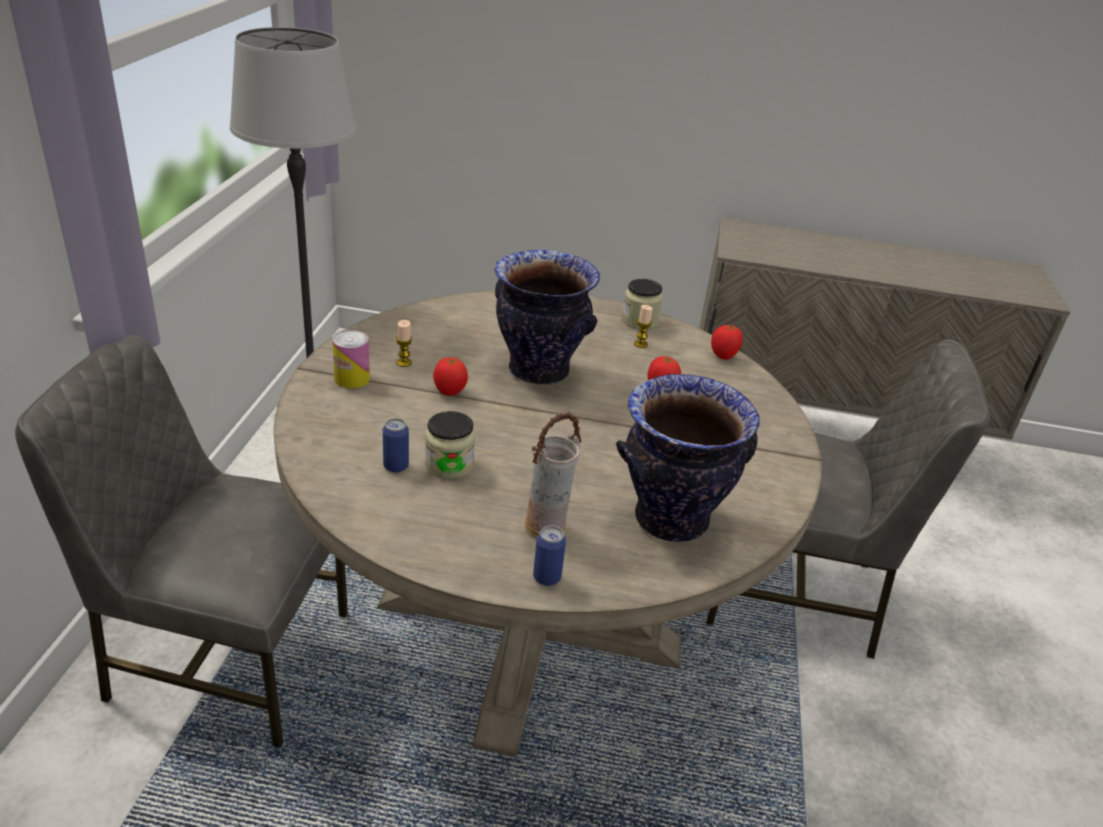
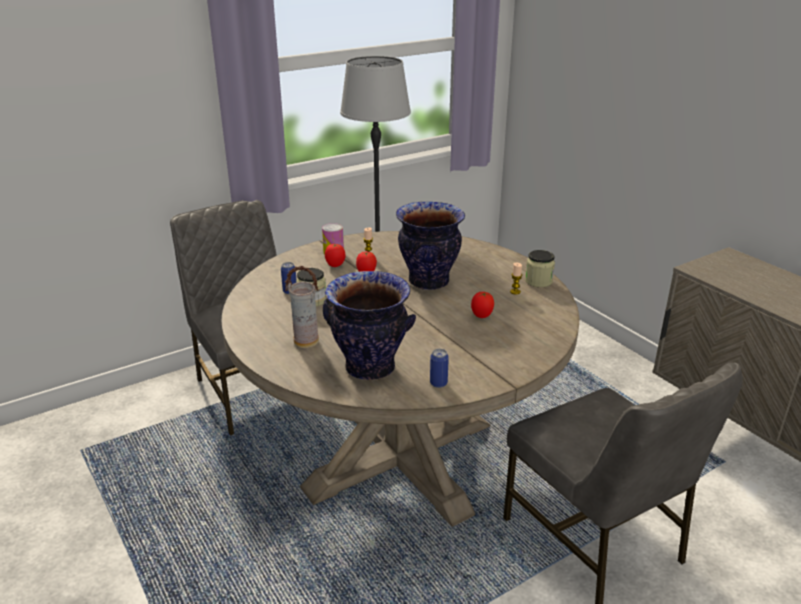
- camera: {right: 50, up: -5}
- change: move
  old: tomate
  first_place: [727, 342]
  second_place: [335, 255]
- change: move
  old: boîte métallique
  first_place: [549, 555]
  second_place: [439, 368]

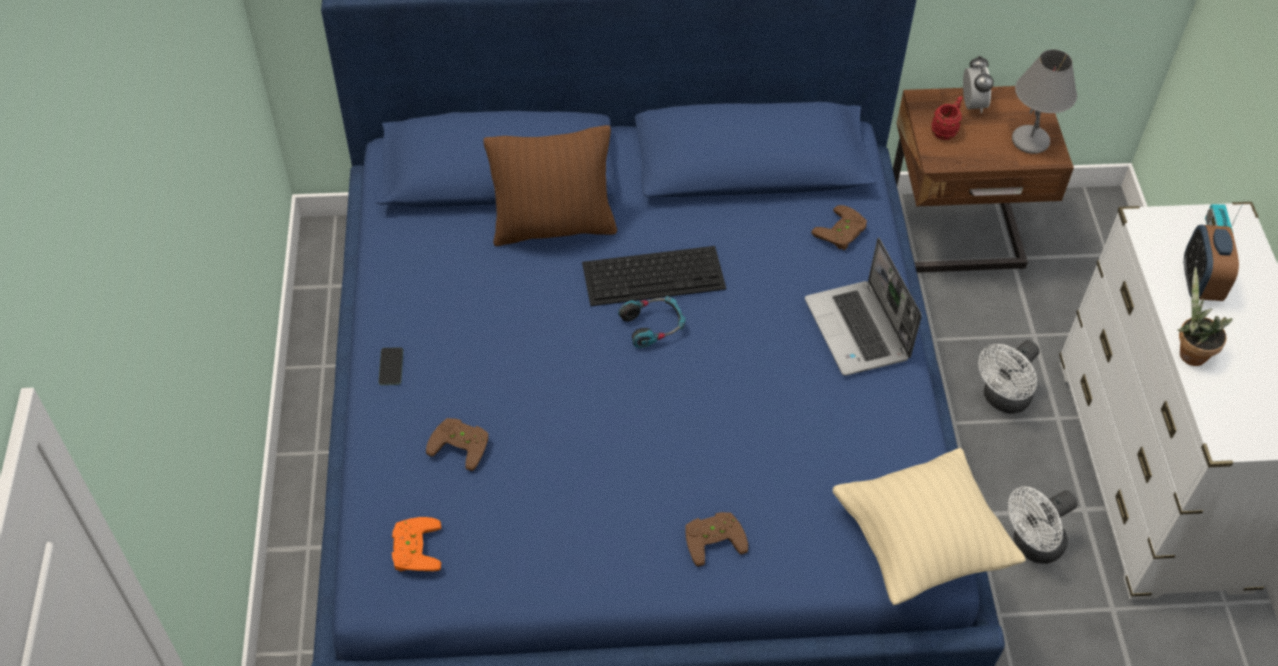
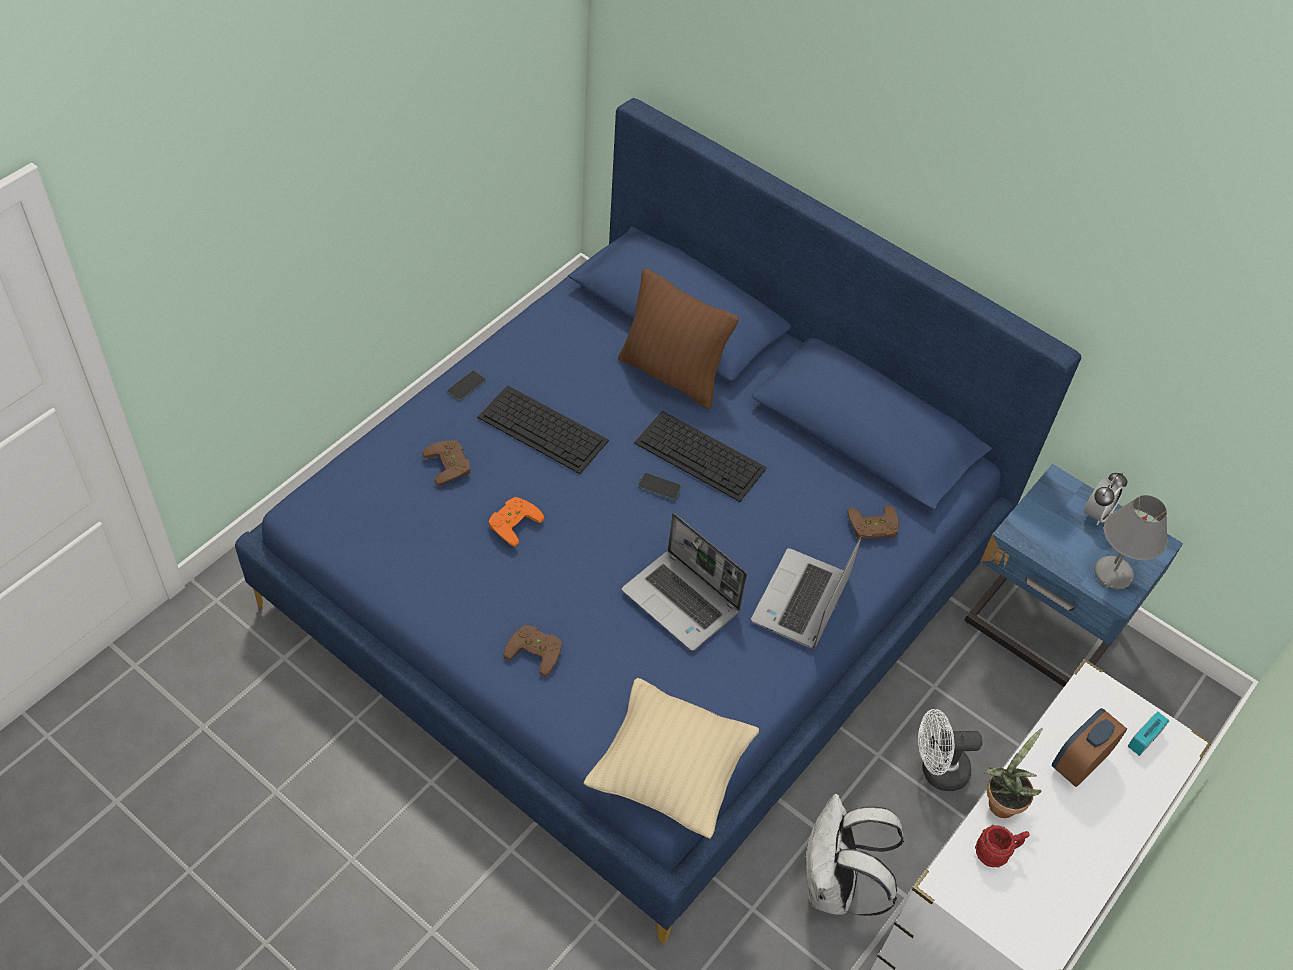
- camera: {right: 40, up: 0}
- change: insert
  new: clavier
  second_place: [543, 429]
- change: move
  old: manette/orange
  first_place: [416, 544]
  second_place: [516, 522]
- change: insert
  new: ordinateur portable
  second_place: [684, 582]
- change: replace
  old: casque audio
  new: téléphone
  first_place: [652, 322]
  second_place: [659, 486]
- change: replace
  old: ventilateur/blanc
  new: sac à dos/blanc
  first_place: [1042, 525]
  second_place: [854, 855]
- change: recolor
  old: table de chevet/marron
  new: table de chevet/bleu
  first_place: [983, 179]
  second_place: [1073, 575]
- change: move
  old: mug/rouge
  first_place: [947, 118]
  second_place: [1002, 846]

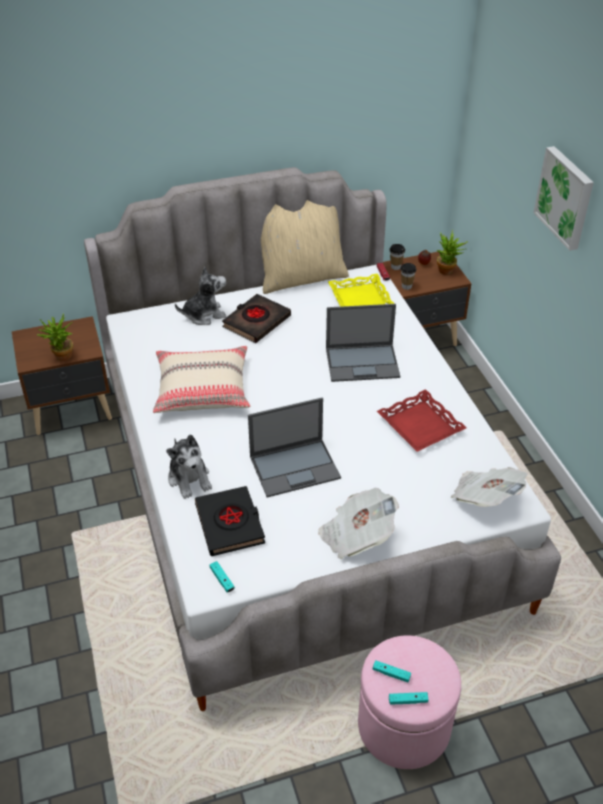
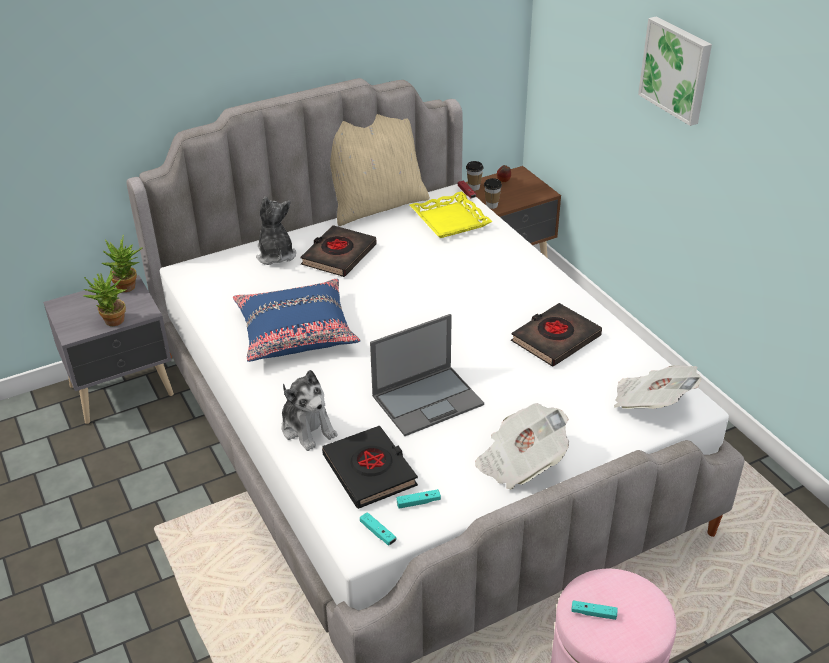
- camera: {right: -10, up: -5}
- change: recolor
  old: table de chevet/marron
  new: table de chevet/gris
  first_place: [62, 375]
  second_place: [108, 349]
- change: move
  old: plante en pot
  first_place: [452, 252]
  second_place: [122, 263]
- change: recolor
  old: coussin/beige
  new: coussin/bleu
  first_place: [202, 379]
  second_place: [296, 320]
- change: rotate
  old: peluche
  first_place: [200, 296]
  second_place: [276, 231]
  degrees: -75
- change: move
  old: manette/turquoise
  first_place: [409, 698]
  second_place: [418, 499]
- change: replace
  old: plateau/rouge
  new: livre/noir
  first_place: [422, 420]
  second_place: [556, 335]
- change: delete
  old: ordinateur portable
  first_place: [363, 343]

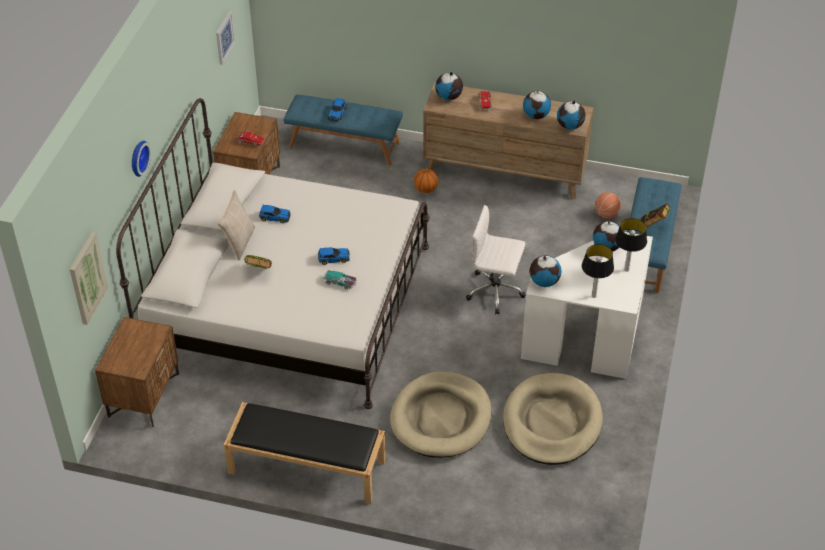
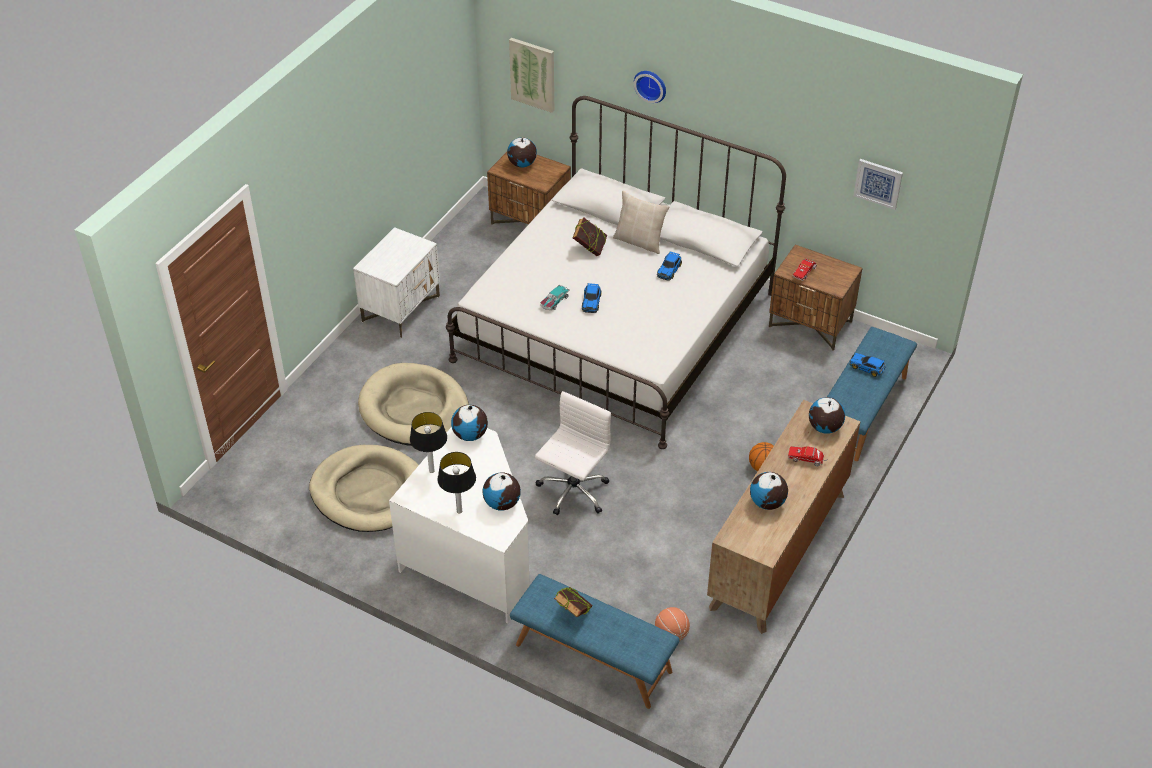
- camera: {right: 105, up: 0}
- change: replace
  old: banc/noir
  new: table de chevet/blanc
  first_place: [305, 453]
  second_place: [396, 282]
- change: move
  old: globe
  first_place: [571, 115]
  second_place: [522, 152]

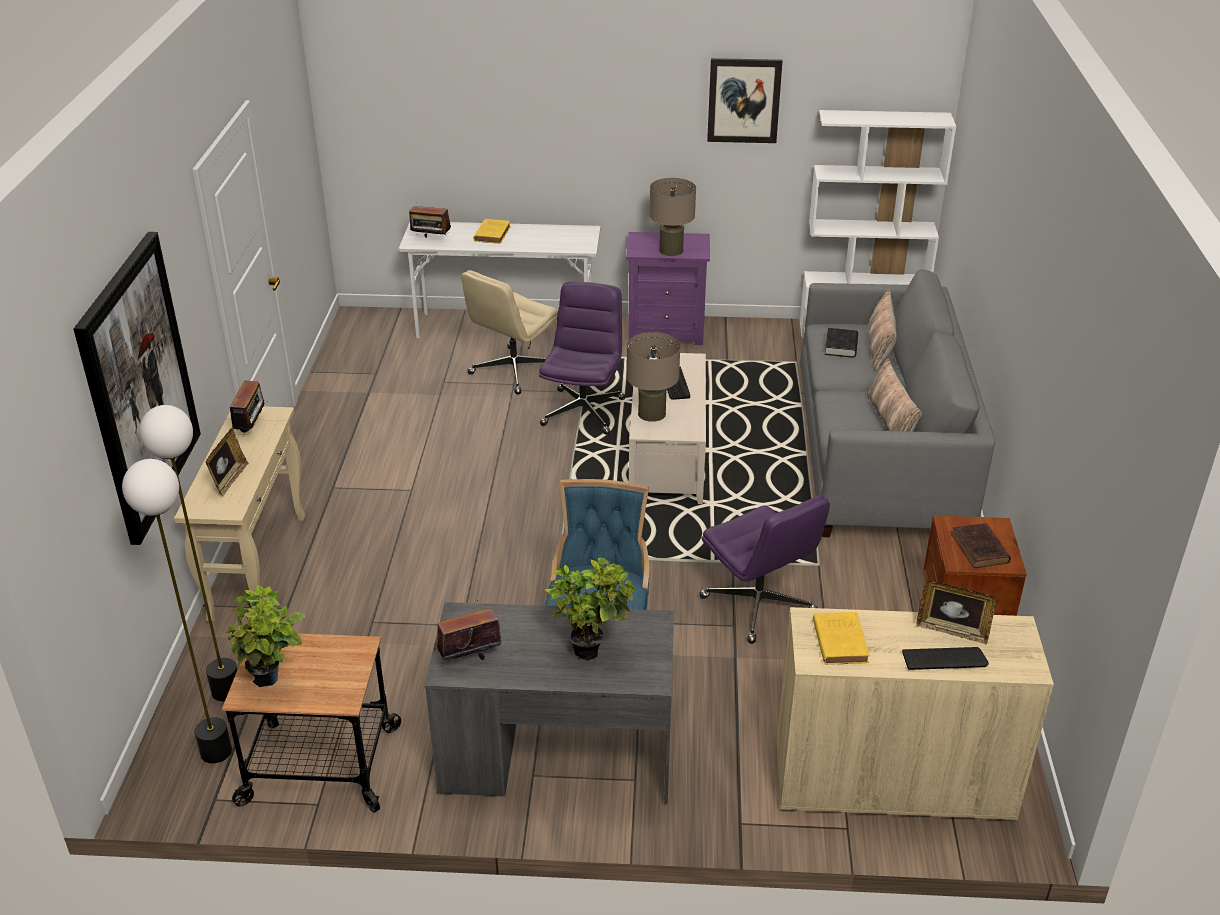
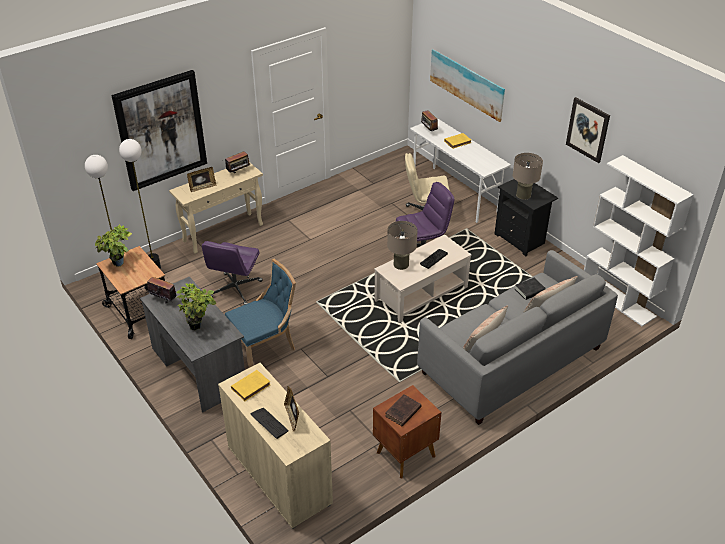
- camera: {right: 50, up: 5}
- change: move
  old: chaise de bureau/violet
  first_place: [764, 569]
  second_place: [232, 273]
- change: insert
  new: tableau
  second_place: [467, 85]
- change: recolor
  old: table de chevet/violet
  new: table de chevet/noir
  first_place: [668, 288]
  second_place: [526, 217]

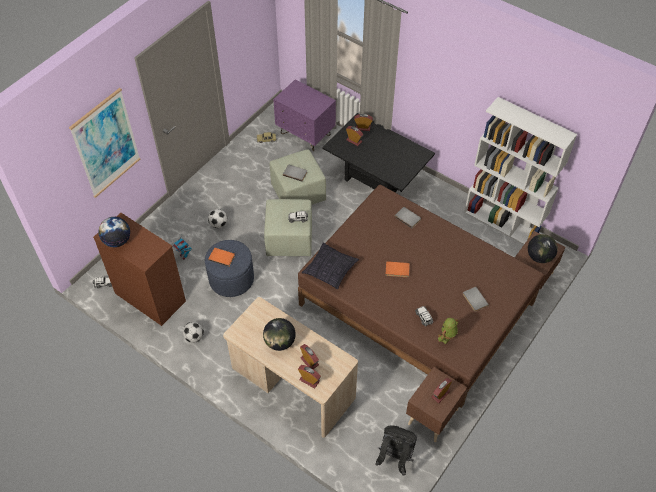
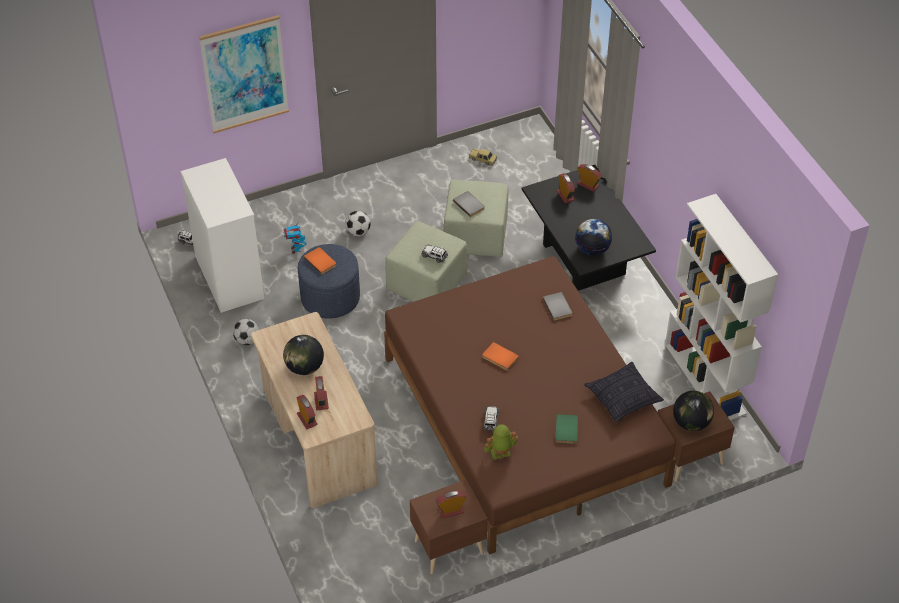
- camera: {right: 30, up: -5}
- change: recolor
  old: commode/marron
  new: commode/blanc
  first_place: [139, 269]
  second_place: [222, 235]
- change: recolor
  old: livre/gris
  new: livre/vert
  first_place: [476, 299]
  second_place: [566, 429]
- change: move
  old: globe
  first_place: [114, 232]
  second_place: [593, 237]
- change: move
  old: coussin
  first_place: [330, 265]
  second_place: [624, 392]
- change: delete
  old: table de chevet/violet
  first_place: [304, 115]
- change: delete
  old: sac à dos/noir
  first_place: [396, 450]

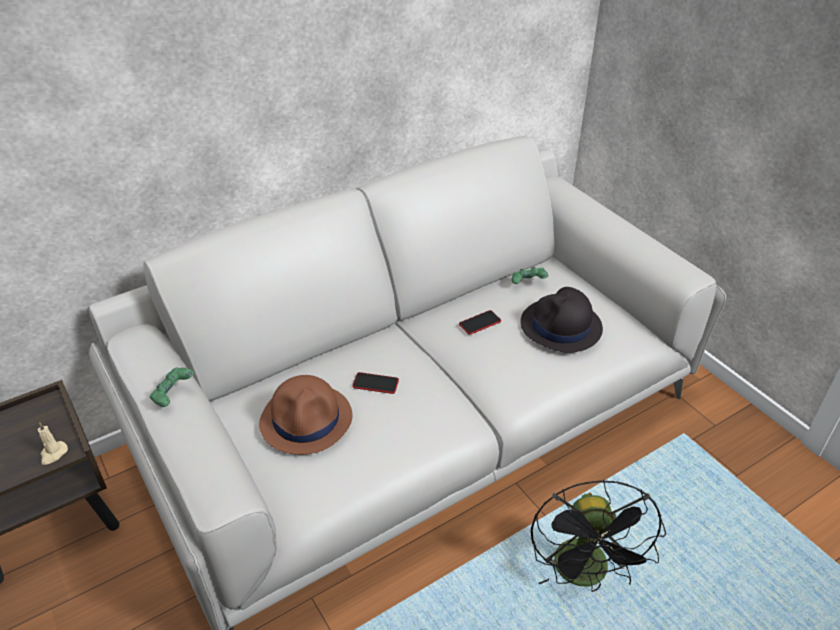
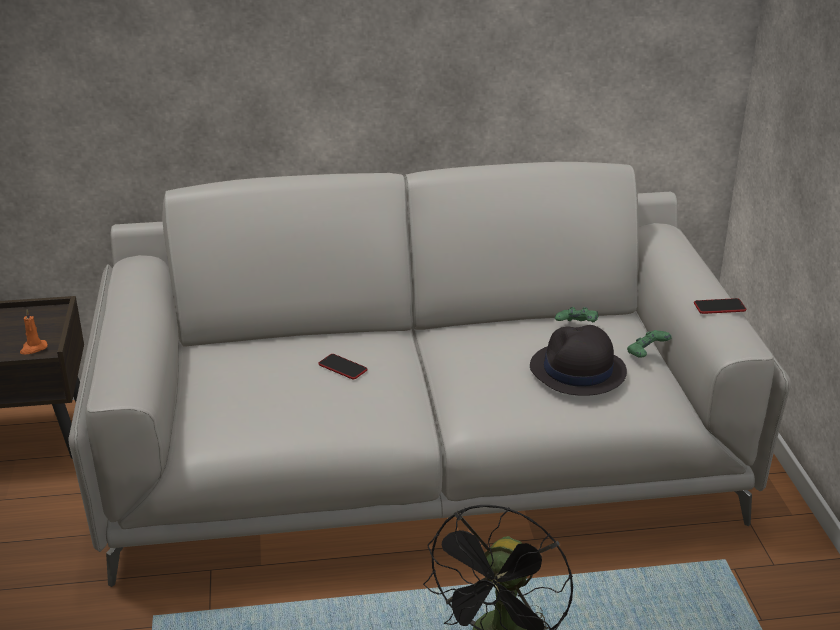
- camera: {right: 25, up: -10}
- change: recolor
  old: bougie/beige
  new: bougie/orange
  first_place: [53, 443]
  second_place: [34, 332]
- change: move
  old: manette/vert
  first_place: [172, 387]
  second_place: [649, 344]
- change: move
  old: téléphone
  first_place: [480, 322]
  second_place: [720, 306]
- change: delete
  old: chapeau/marron
  first_place: [305, 415]

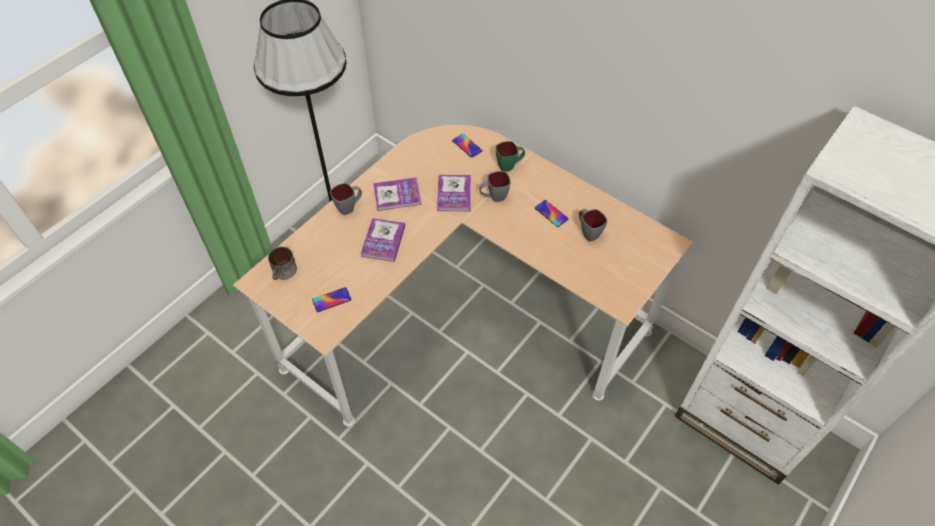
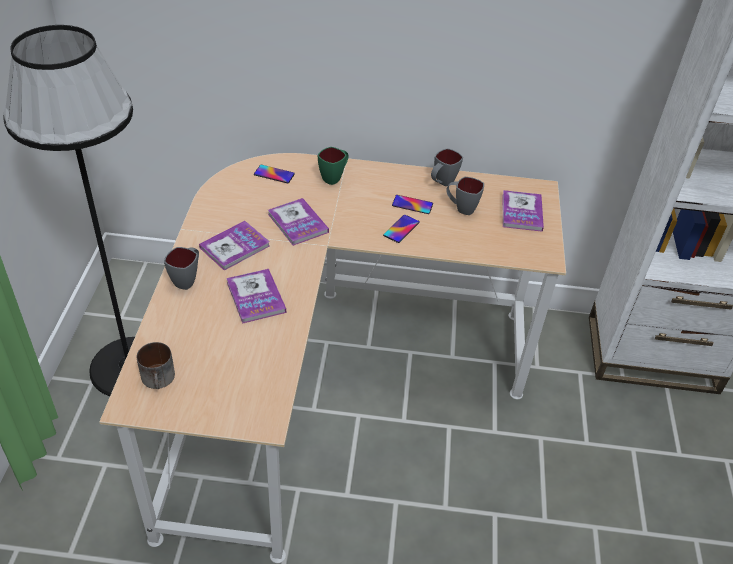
- camera: {right: -35, up: -10}
- change: move
  old: téléphone
  first_place: [331, 299]
  second_place: [401, 229]
- change: move
  old: mug/gris
  first_place: [495, 186]
  second_place: [447, 167]
- change: insert
  new: livre
  second_place: [523, 211]

